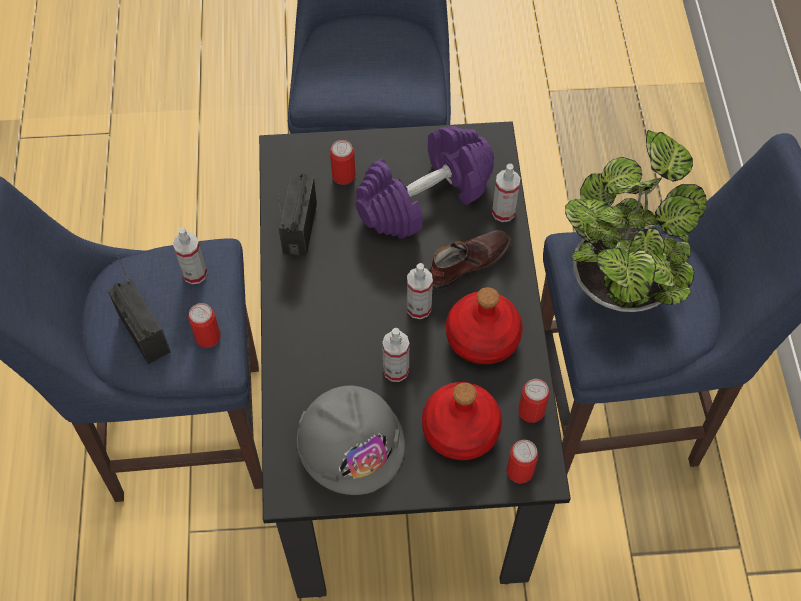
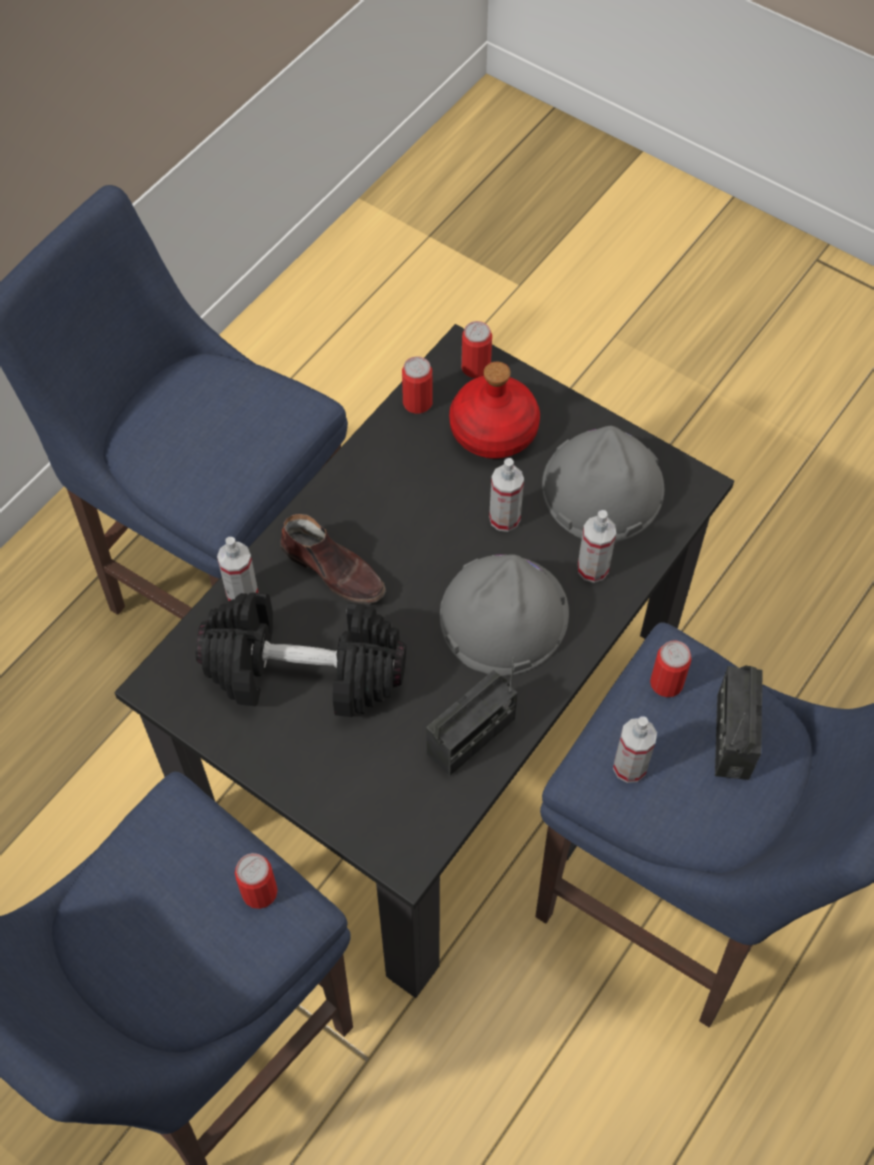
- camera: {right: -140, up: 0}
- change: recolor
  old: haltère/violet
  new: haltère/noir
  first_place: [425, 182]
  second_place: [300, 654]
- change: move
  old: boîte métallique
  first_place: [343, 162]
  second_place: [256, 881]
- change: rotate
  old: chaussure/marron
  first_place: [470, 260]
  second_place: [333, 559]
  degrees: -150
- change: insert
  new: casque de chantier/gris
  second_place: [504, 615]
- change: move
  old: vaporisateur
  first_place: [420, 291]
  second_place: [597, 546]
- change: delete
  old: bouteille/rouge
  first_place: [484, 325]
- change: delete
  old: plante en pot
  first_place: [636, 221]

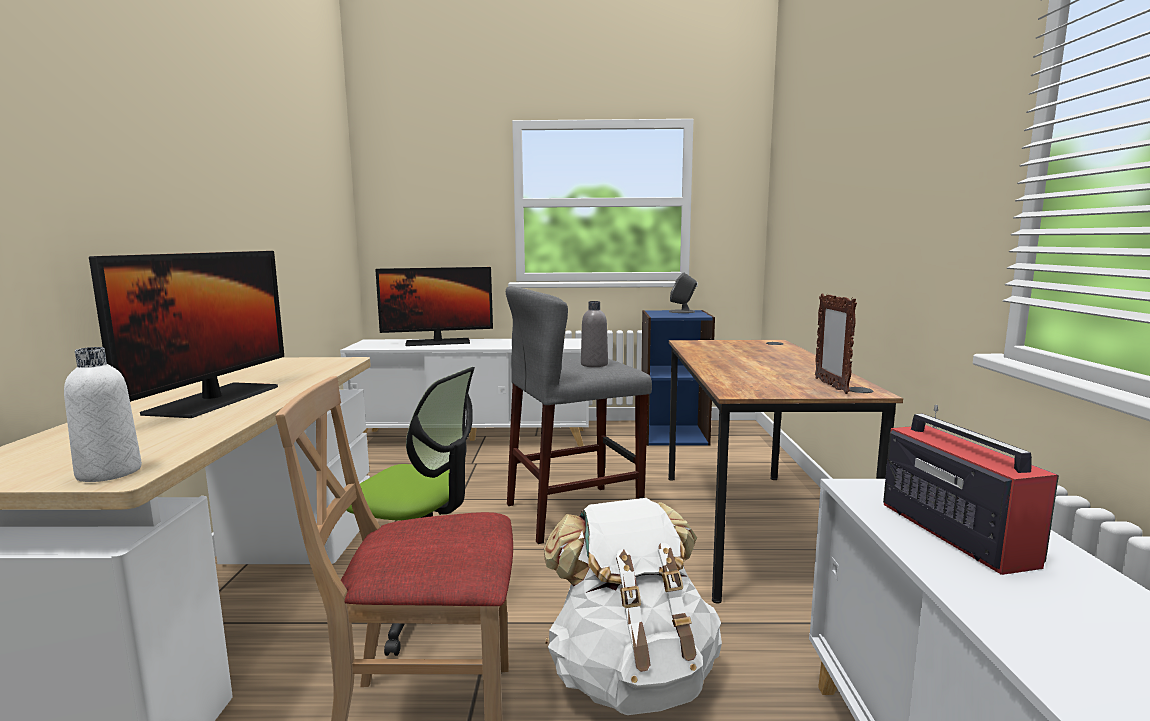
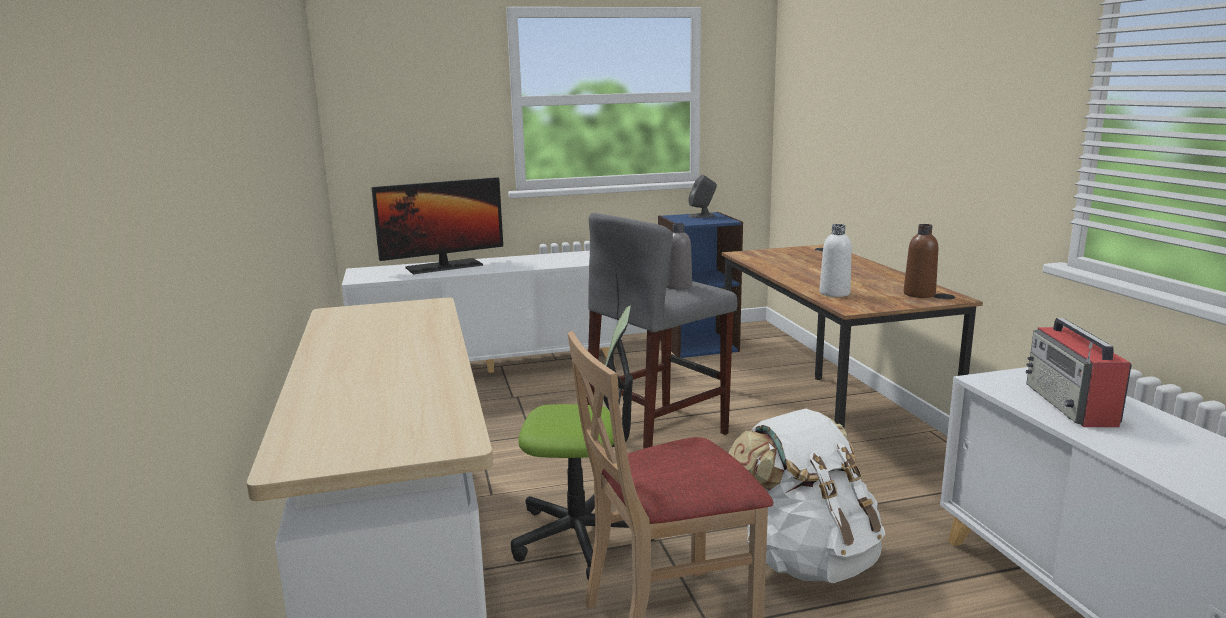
- camera: {right: -15, up: 5}
- change: move
  old: bouteille/blanc
  first_place: [103, 414]
  second_place: [835, 260]
- change: replace
  old: cadre photo
  new: bouteille/marron
  first_place: [836, 344]
  second_place: [921, 261]
- change: rotate
  old: radio
  first_place: [971, 490]
  second_place: [1079, 372]
  degrees: -150
- change: delete
  old: écran d'ordinateur
  first_place: [186, 334]

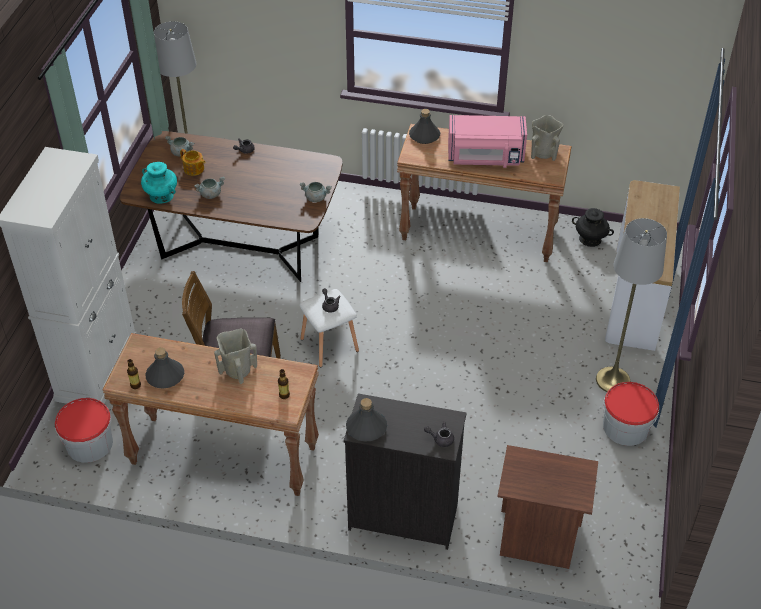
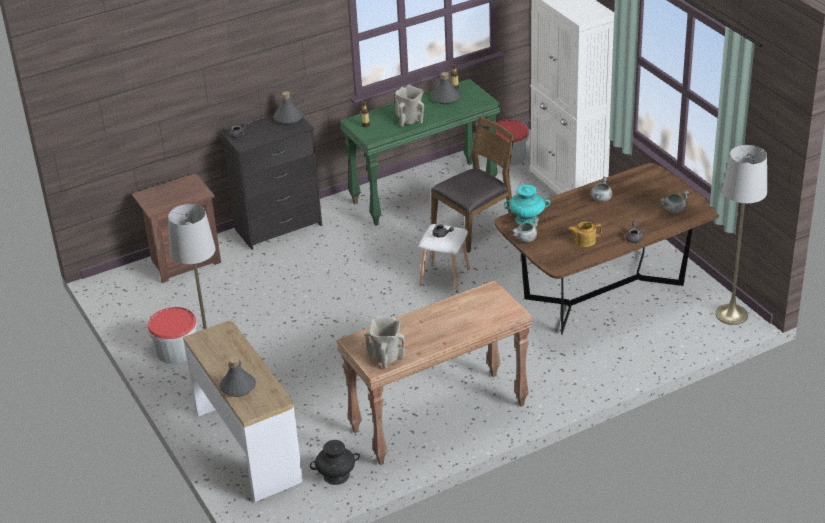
- camera: {right: 140, up: -10}
- change: move
  old: bouteille/gris
  first_place: [424, 126]
  second_place: [237, 377]
- change: recolor
  old: table console/marron
  new: table console/vert
  first_place: [210, 414]
  second_place: [420, 152]
- change: move
  old: vase/turquoise
  first_place: [159, 183]
  second_place: [527, 205]
- change: move
  old: théière
  first_place: [192, 162]
  second_place: [585, 234]
- change: delete
  old: micro-ondes/rose
  first_place: [487, 141]

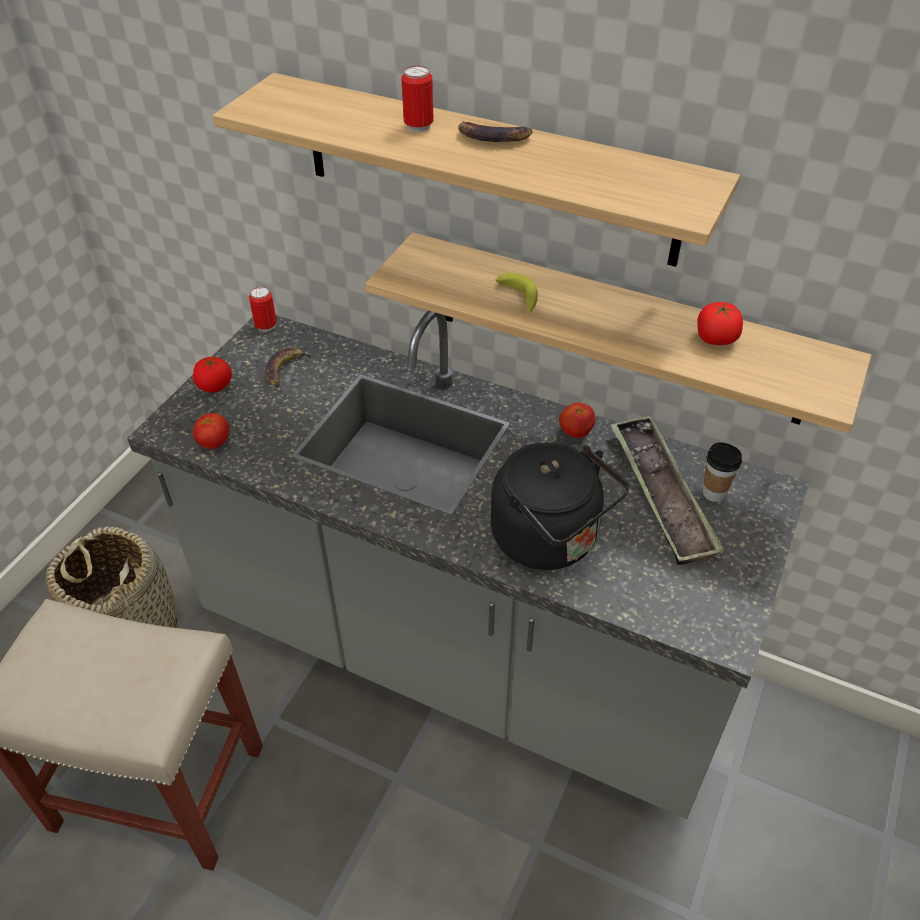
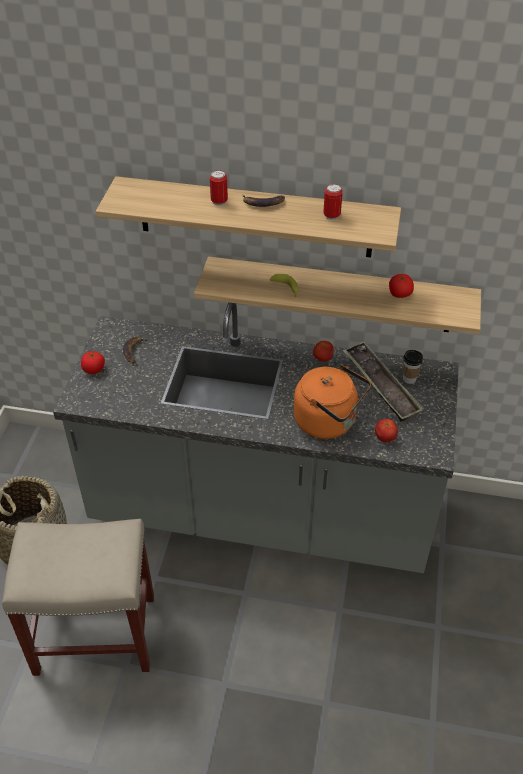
- camera: {right: -15, up: 0}
- change: recolor
  old: bouilloire/noir
  new: bouilloire/orange
  first_place: [560, 506]
  second_place: [332, 402]
- change: move
  old: boîte métallique
  first_place: [263, 309]
  second_place: [333, 202]
- change: move
  old: tomate
  first_place: [211, 431]
  second_place: [386, 430]

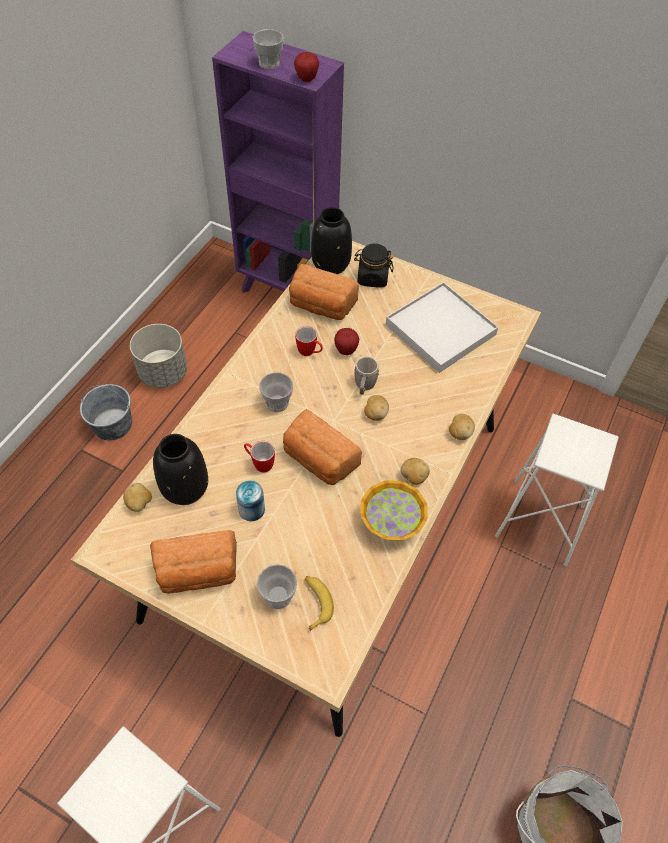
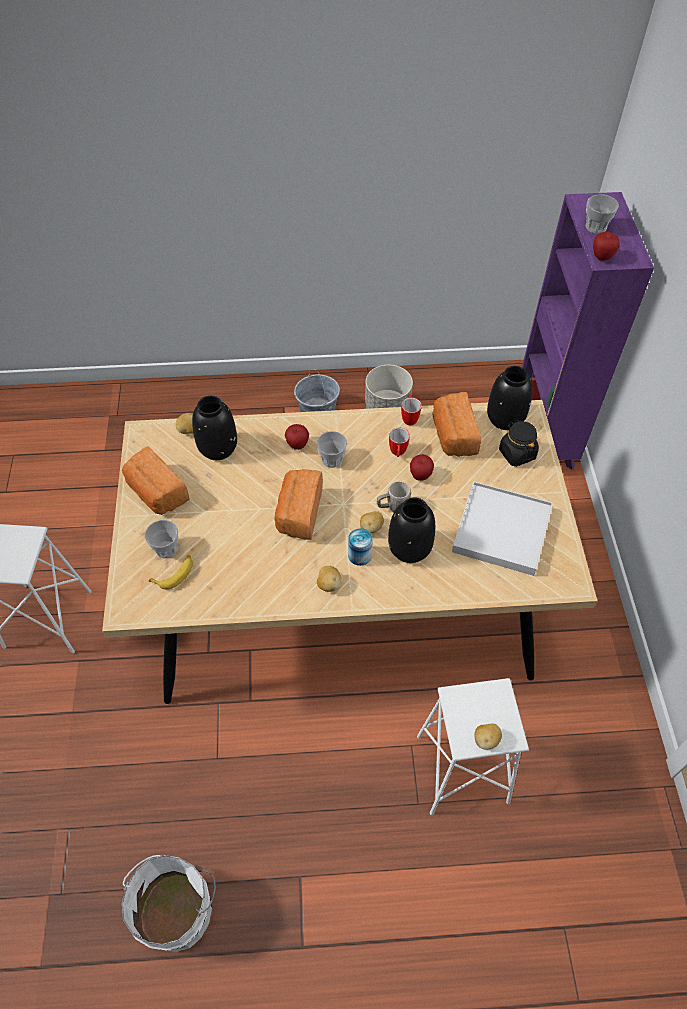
- camera: {right: 60, up: 0}
- change: insert
  new: pomme
  second_place: [297, 437]
- change: move
  old: boîte métallique
  first_place: [250, 501]
  second_place: [360, 547]
- change: insert
  new: vase/noir
  second_place: [411, 530]
- change: move
  old: mug
  first_place: [259, 457]
  second_place: [411, 409]
- change: move
  old: pomme de terre
  first_place: [462, 427]
  second_place: [488, 736]
- change: delete
  old: bol
  first_place: [394, 510]

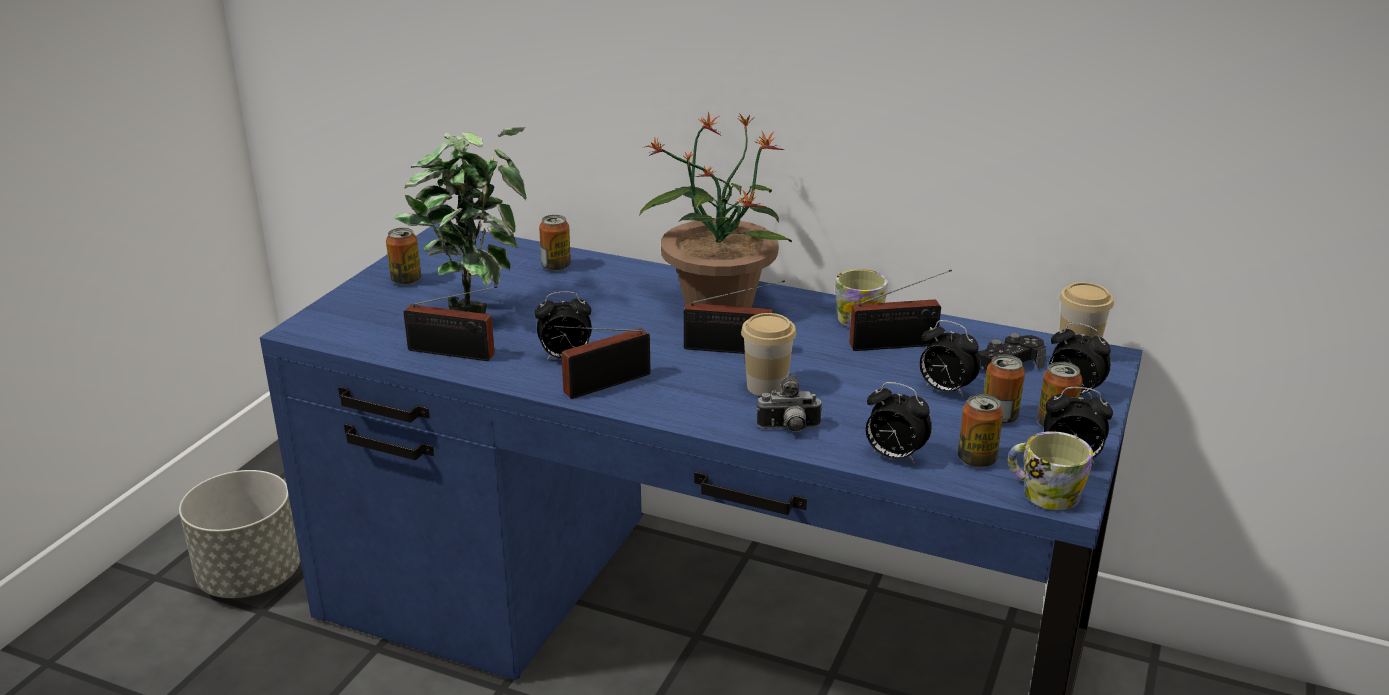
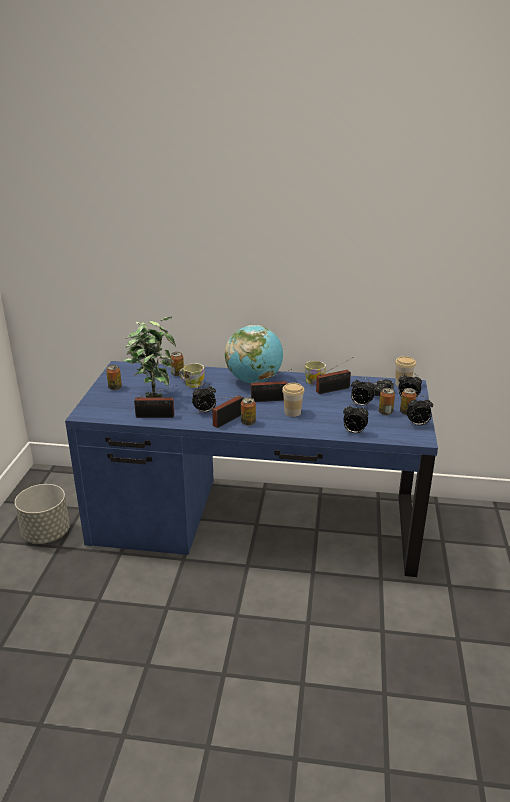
- camera: {right: -15, up: 0}
- change: move
  old: mug
  first_place: [1050, 470]
  second_place: [192, 375]
- change: replace
  old: plante en pot
  new: globe
  first_place: [715, 209]
  second_place: [254, 354]
- change: move
  old: boîte métallique
  first_place: [980, 431]
  second_place: [248, 411]
- change: delete
  old: appareil photo
  first_place: [790, 403]

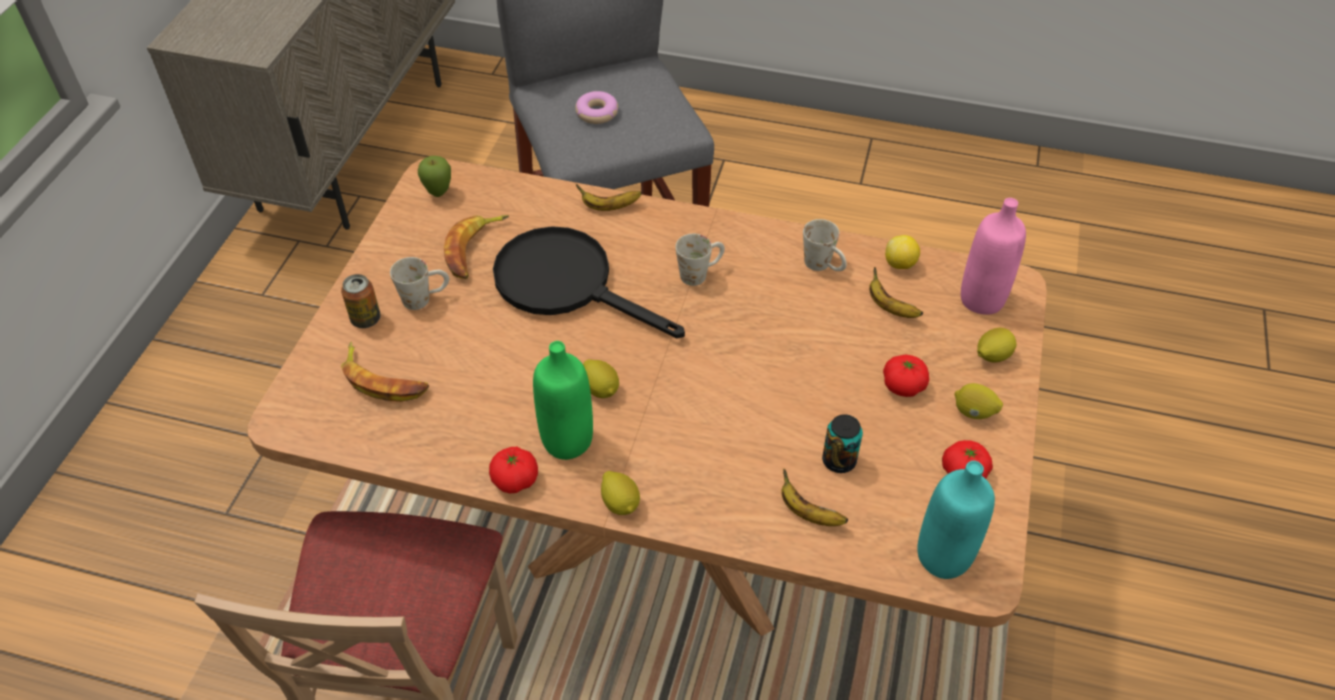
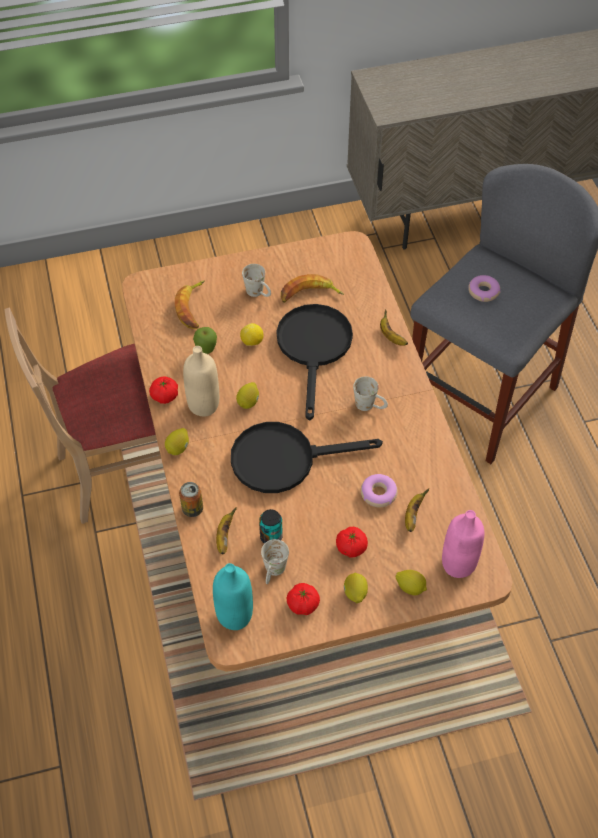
- camera: {right: 60, up: 5}
- change: move
  old: boîte métallique
  first_place: [361, 301]
  second_place: [191, 499]
- change: recolor
  old: bouteille/vert
  new: bouteille/beige
  first_place: [563, 400]
  second_place: [201, 381]
- change: move
  old: pomme
  first_place: [434, 176]
  second_place: [205, 340]
- change: insert
  new: poêle/noir
  second_place: [307, 457]
- change: move
  old: citron
  first_place: [902, 252]
  second_place: [251, 334]
- change: move
  old: mug/blanc
  first_place: [825, 245]
  second_place: [275, 561]
- change: insert
  new: beignet
  second_place: [379, 490]

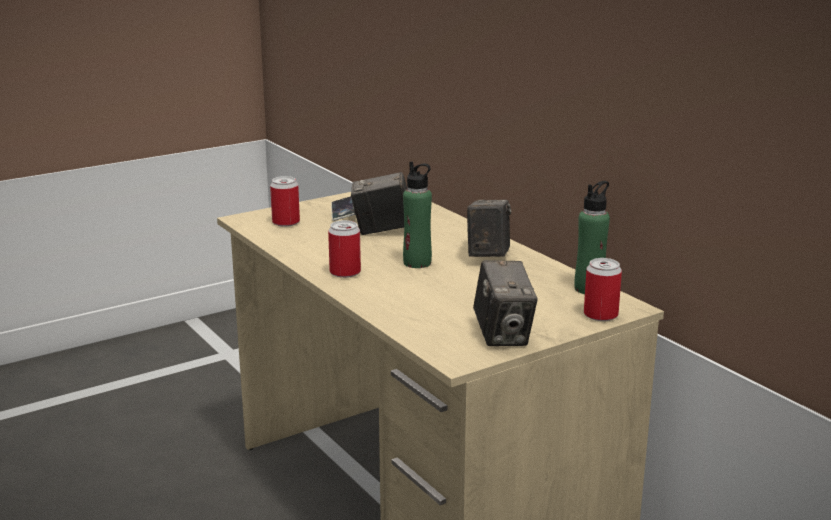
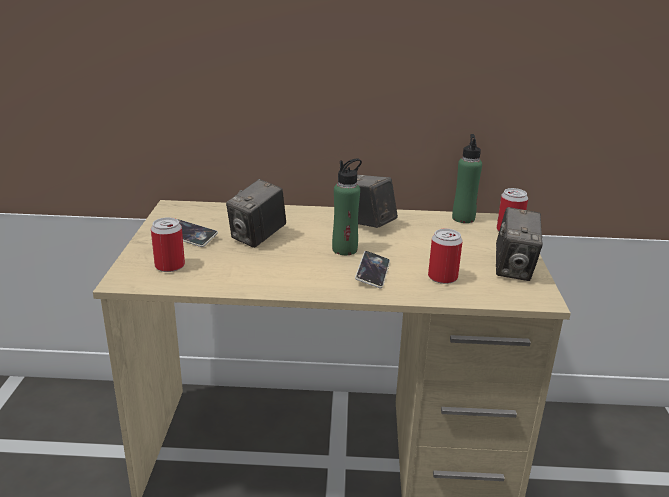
- camera: {right: -55, up: 5}
- change: insert
  new: téléphone
  second_place: [372, 270]
- change: move
  old: boîte métallique
  first_place: [344, 249]
  second_place: [445, 256]
- change: rotate
  old: appareil photo
  first_place: [505, 303]
  second_place: [519, 244]
  degrees: 75

